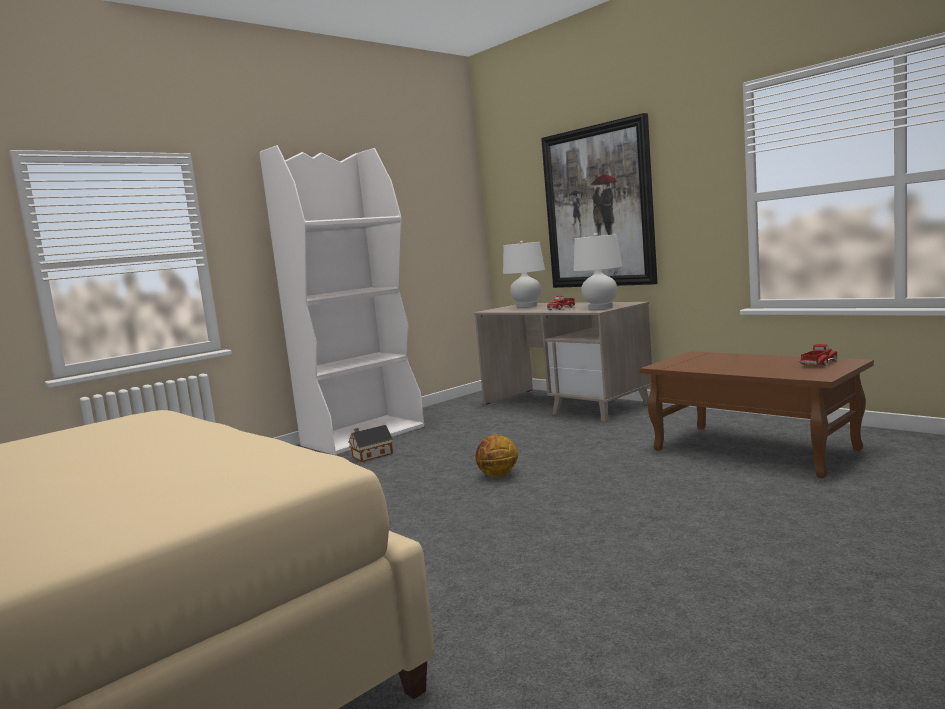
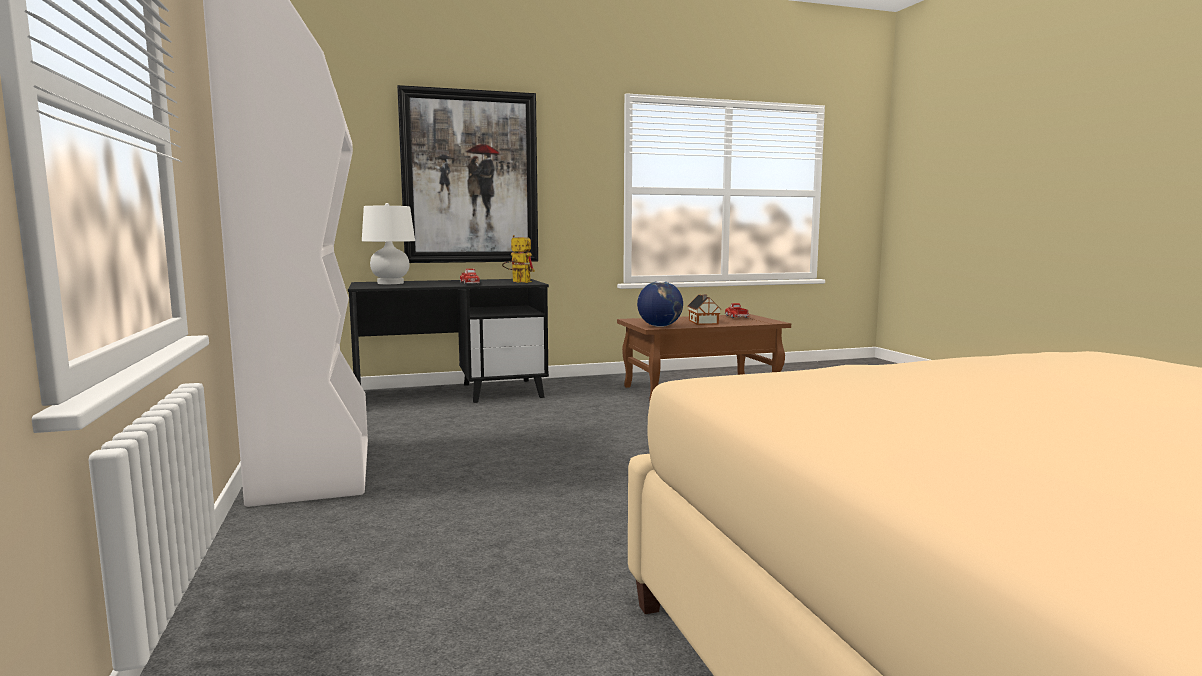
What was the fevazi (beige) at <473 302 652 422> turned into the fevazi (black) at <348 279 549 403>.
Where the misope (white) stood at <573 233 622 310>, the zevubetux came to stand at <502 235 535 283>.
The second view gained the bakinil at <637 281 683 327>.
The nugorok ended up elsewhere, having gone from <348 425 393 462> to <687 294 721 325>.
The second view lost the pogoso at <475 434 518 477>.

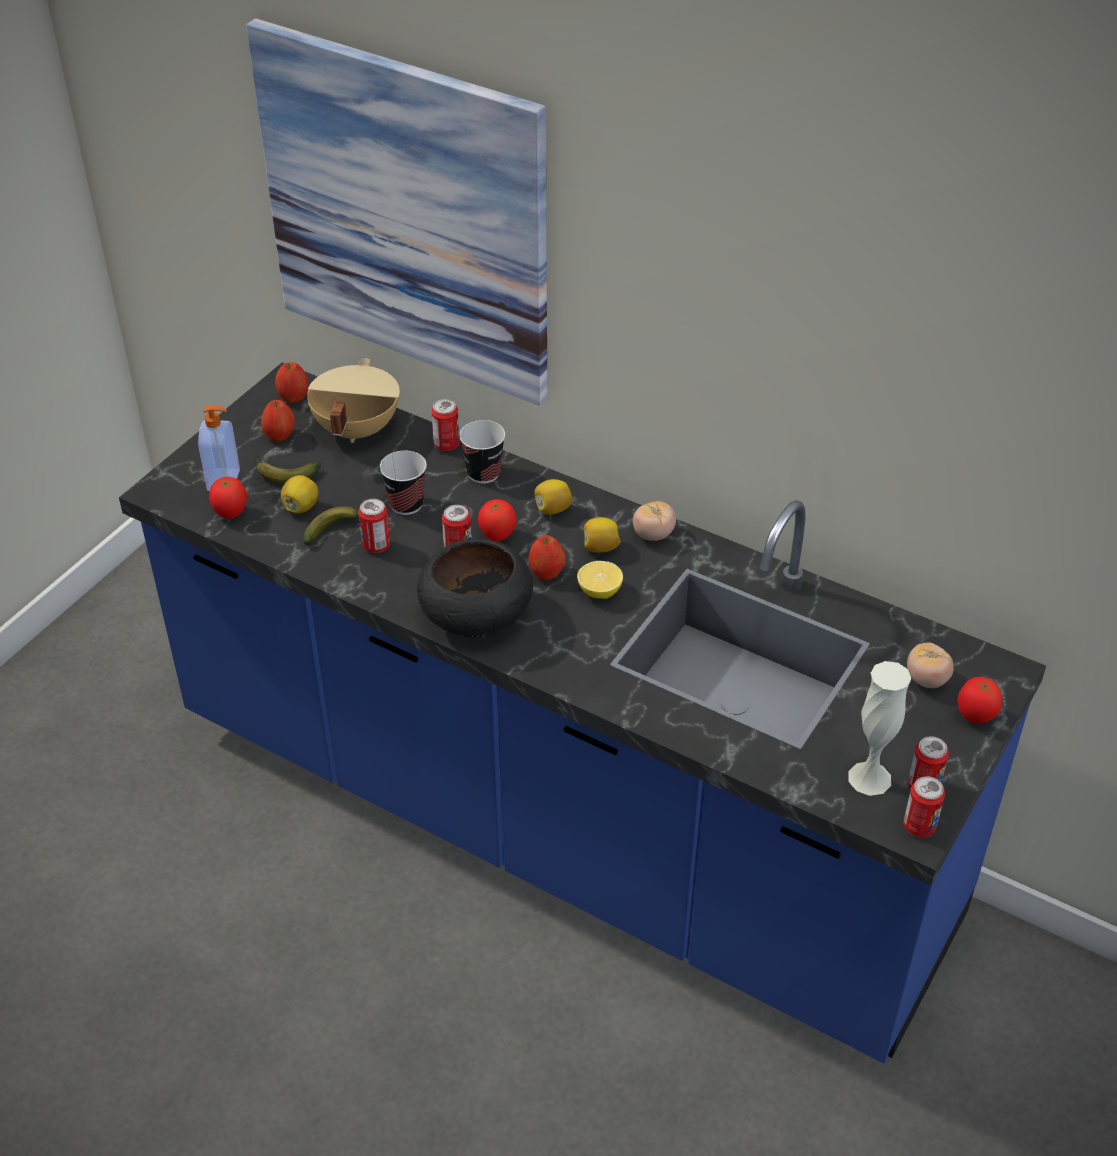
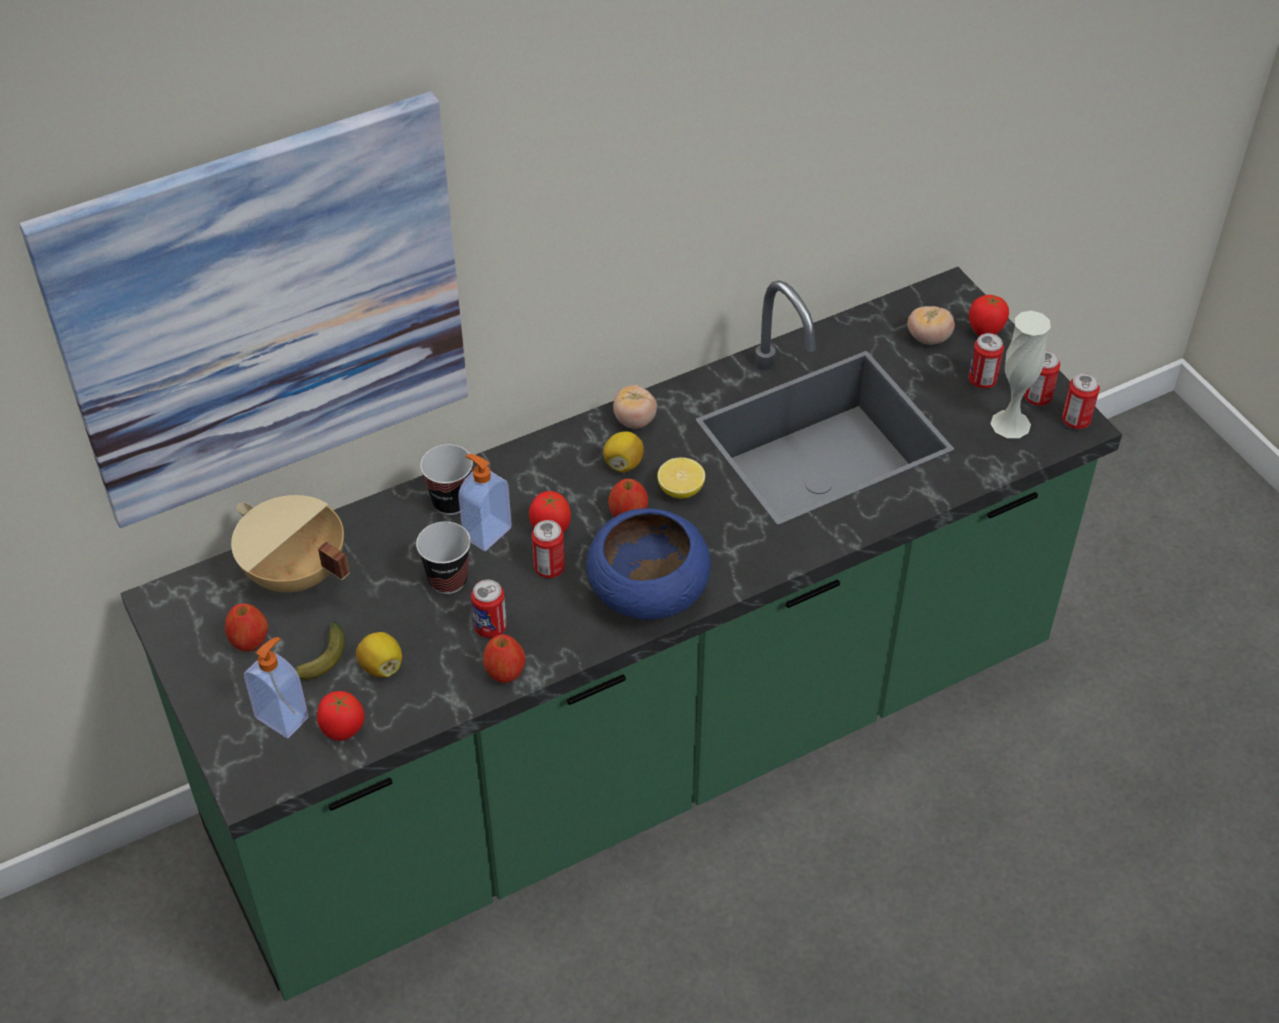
What was the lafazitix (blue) at <119 362 1046 1063> turned into the lafazitix (green) at <120 267 1122 1001>.
The second view gained the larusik at <458 454 512 551>.
The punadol ended up elsewhere, having gone from <275 362 308 403> to <483 634 526 683>.
What was the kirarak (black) at <417 539 533 638> turned into the kirarak (blue) at <586 508 711 620>.
The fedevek ended up elsewhere, having gone from <431 399 460 451> to <969 333 1004 388>.
The second view lost the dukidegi at <303 506 359 545>.
The second view lost the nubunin at <534 479 573 515>.

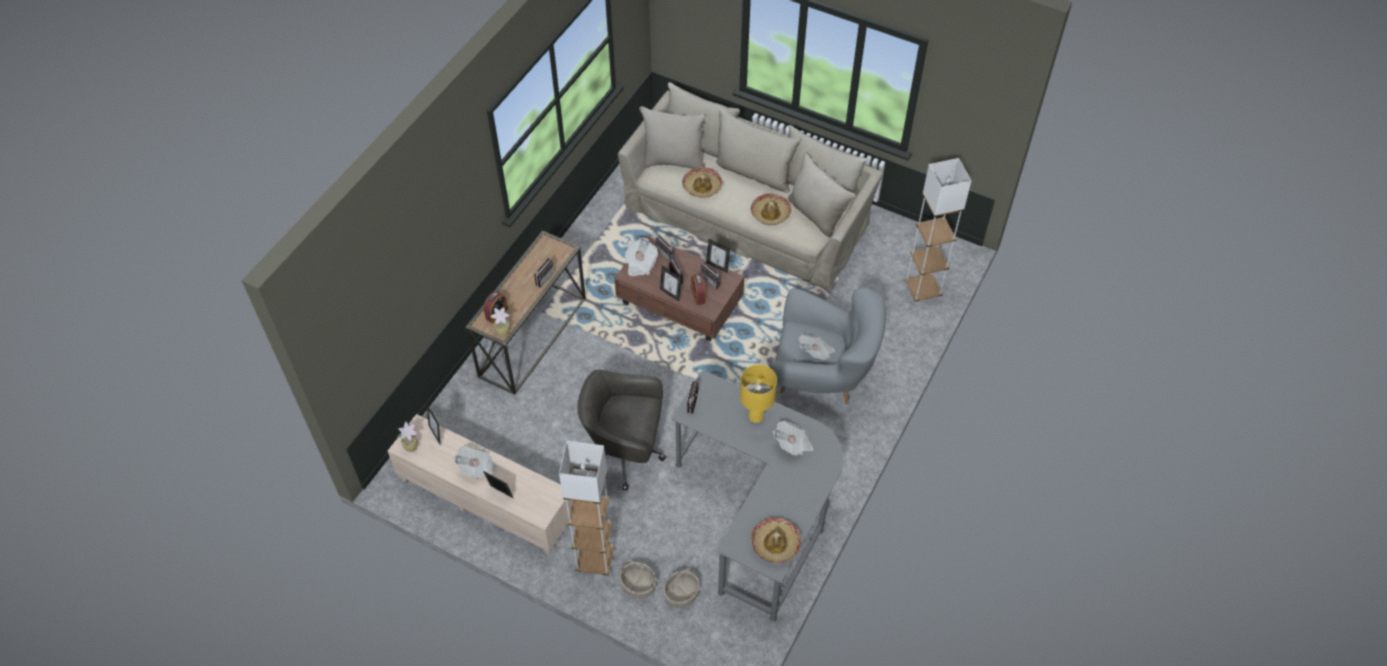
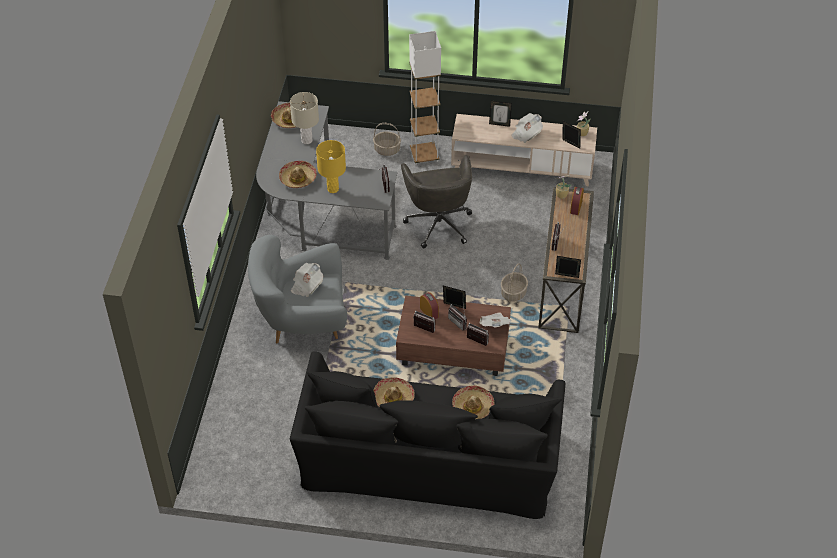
Where the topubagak stood at <773 421 813 456>, the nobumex came to stand at <279 161 317 188>.
The second view gained the misope (beige) at <290 92 319 144>.
What was the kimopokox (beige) at <618 82 883 290> turned into the kimopokox (black) at <290 351 566 519>.
The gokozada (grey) at <578 369 666 491> ended up facing another way, 90 degrees clockwise from before.
The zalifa ended up elsewhere, having gone from <663 567 700 608> to <501 263 528 302>.
The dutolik ended up elsewhere, having gone from <706 239 730 273> to <555 256 581 278>.
The second view lost the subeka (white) at <904 158 971 303>.

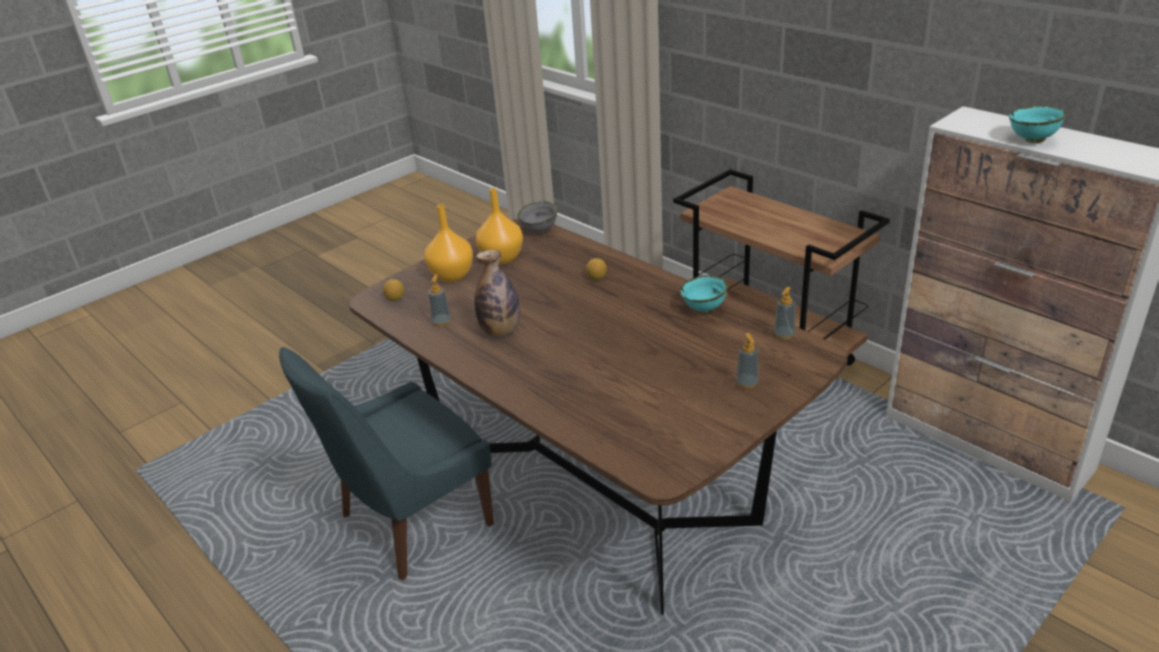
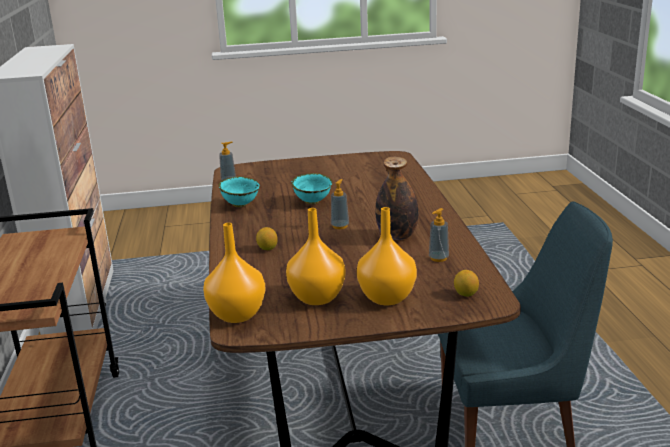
Where the kirarak (grey) stood at <517 201 558 234>, the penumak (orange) came to stand at <203 223 266 323>.
The kirarak (turquoise) ended up elsewhere, having gone from <1009 105 1066 143> to <291 173 332 204>.
The larusik ended up elsewhere, having gone from <736 333 759 389> to <331 179 349 229>.

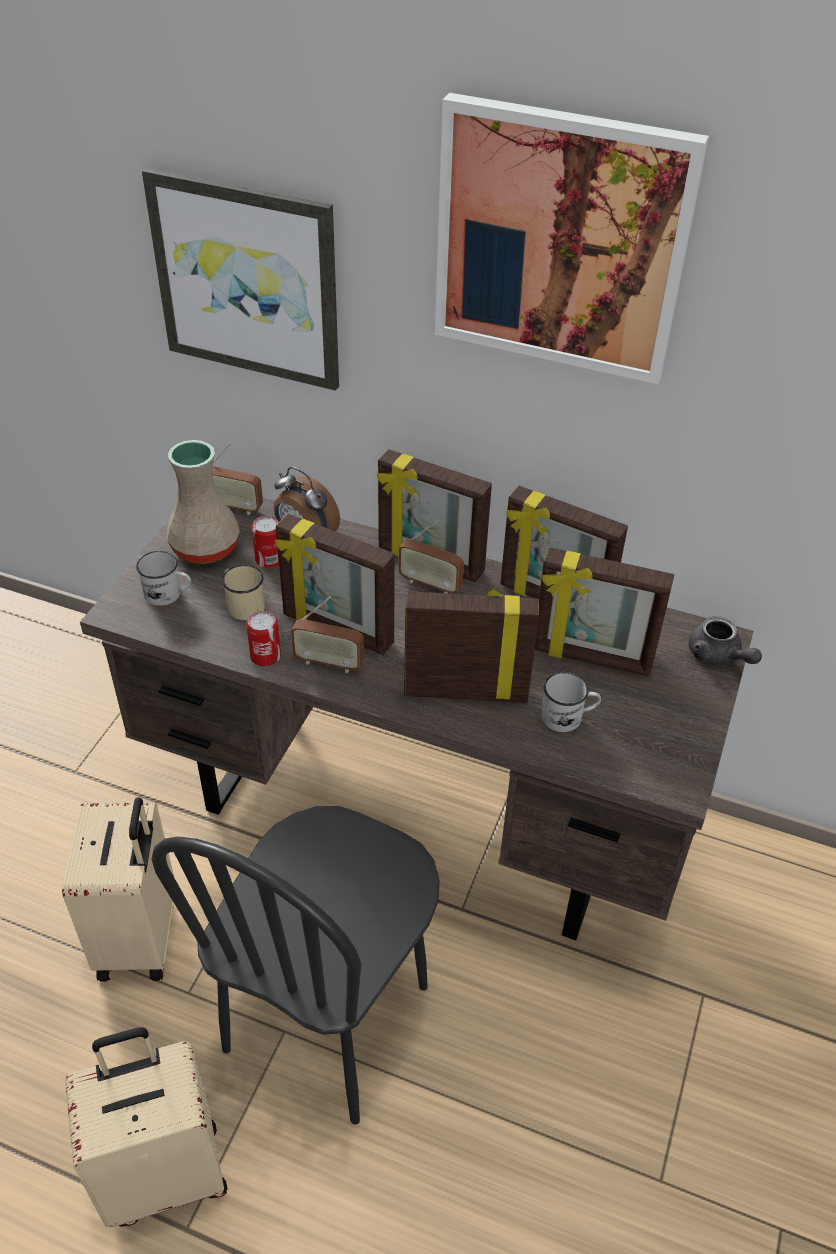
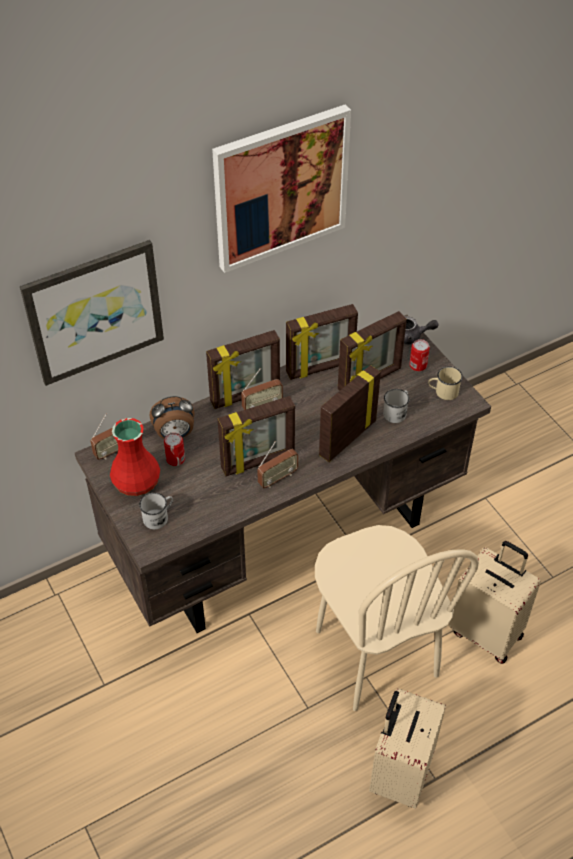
What was the penumak (beige) at <167 440 240 564> turned into the penumak (red) at <110 418 160 496>.
What was the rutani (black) at <151 806 440 1124> turned into the rutani (beige) at <315 525 479 711>.
The fedevek ended up elsewhere, having gone from <246 611 281 666> to <409 339 430 371>.
The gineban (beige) ended up elsewhere, having gone from <222 565 265 620> to <428 366 463 400>.
The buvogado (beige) ended up elsewhere, having gone from <62 797 174 982> to <449 541 541 664>.

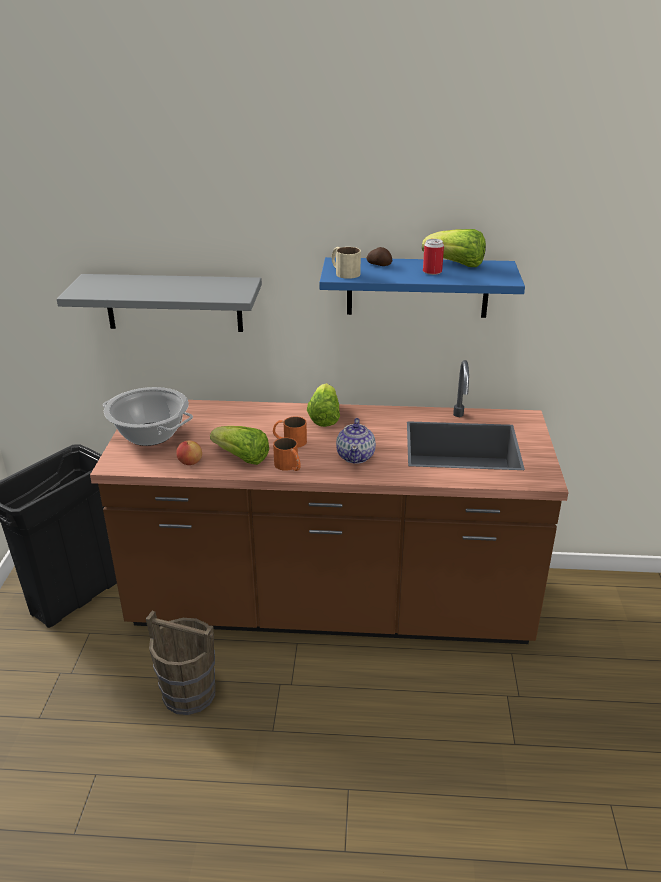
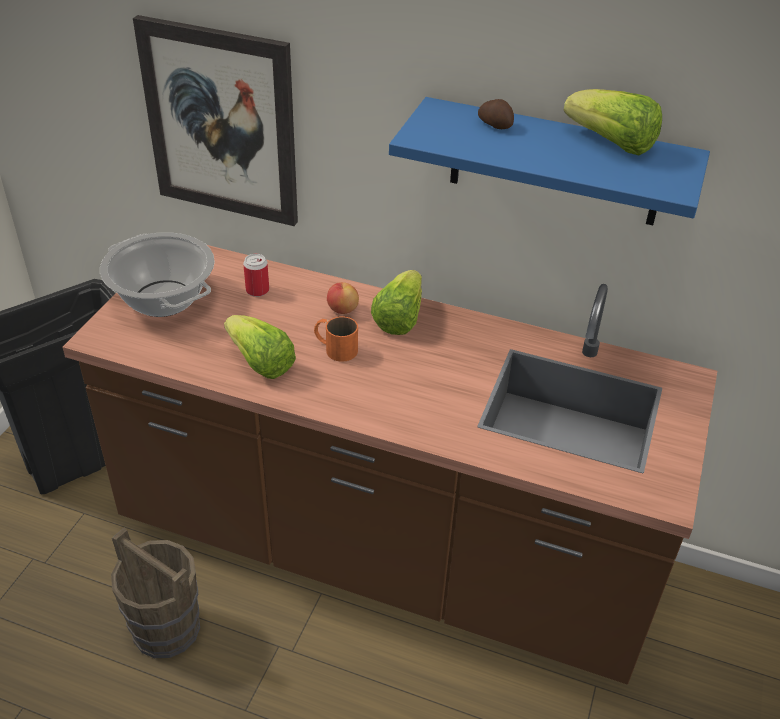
Where the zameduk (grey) hung at <57 274 262 332>, the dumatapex came to hang at <133 15 298 226>.
The fedevek ended up elsewhere, having gone from <423 239 444 275> to <243 254 269 297>.
The punadol ended up elsewhere, having gone from <177 441 202 465> to <327 282 359 314>.
The second view lost the gineban (orange) at <273 438 301 471>.
The second view lost the gineban (beige) at <332 247 361 279>.
The second view lost the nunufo at <336 418 376 464>.

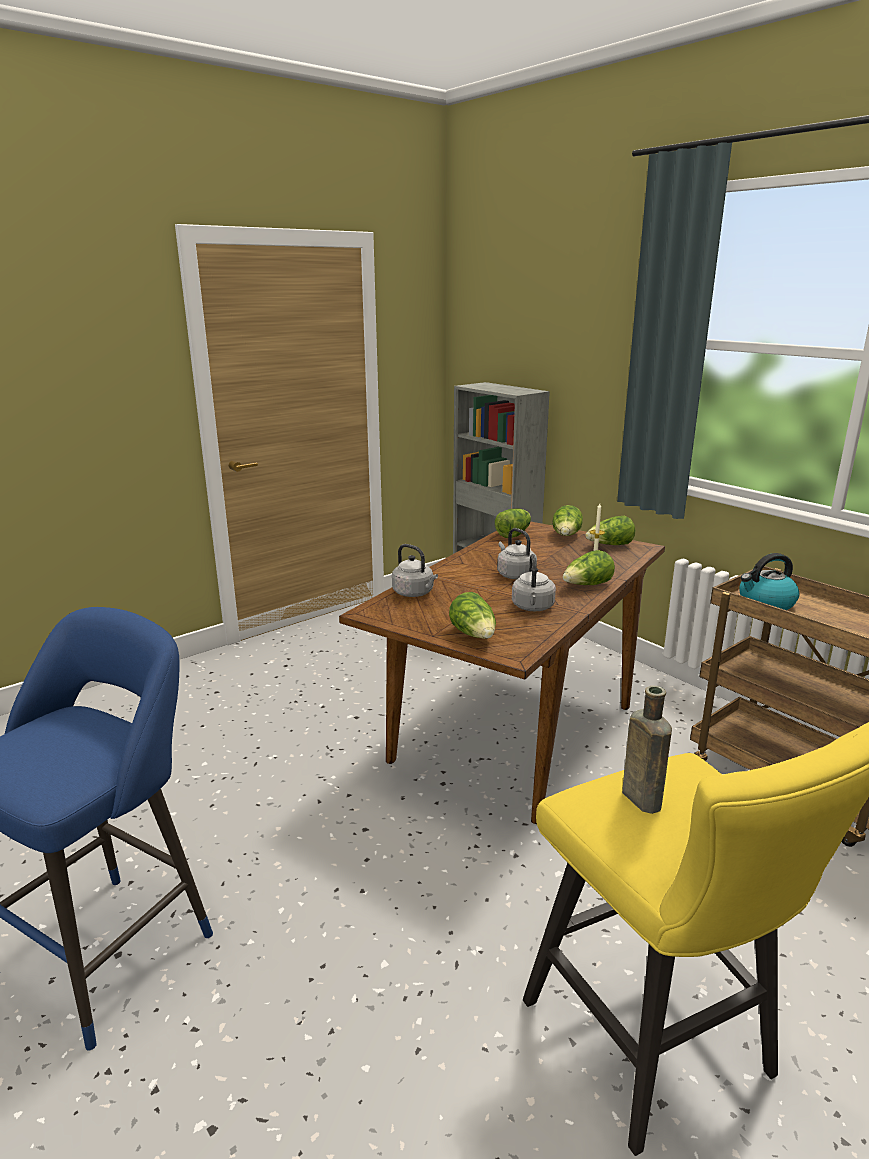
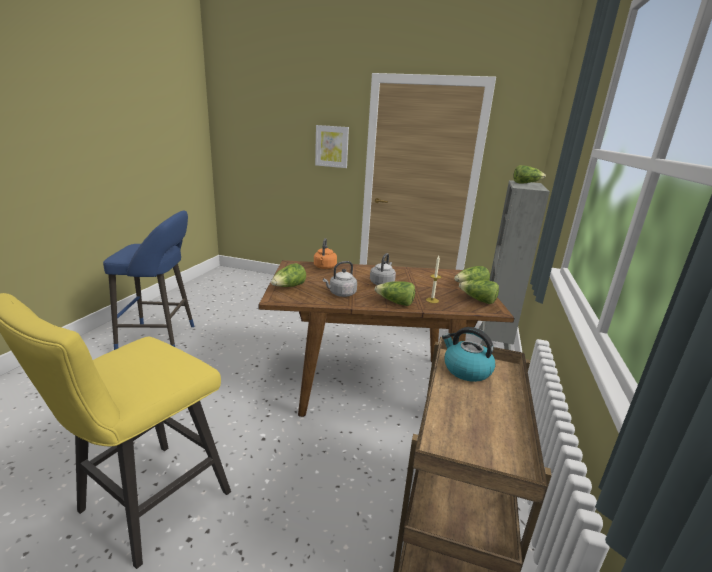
What was the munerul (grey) at <392 544 438 597> turned into the munerul (orange) at <314 238 337 269>.
The second view gained the dumatapex at <315 125 349 168>.
The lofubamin ended up elsewhere, having gone from <495 509 531 538> to <513 165 546 184>.
The second view lost the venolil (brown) at <622 686 672 814>.

